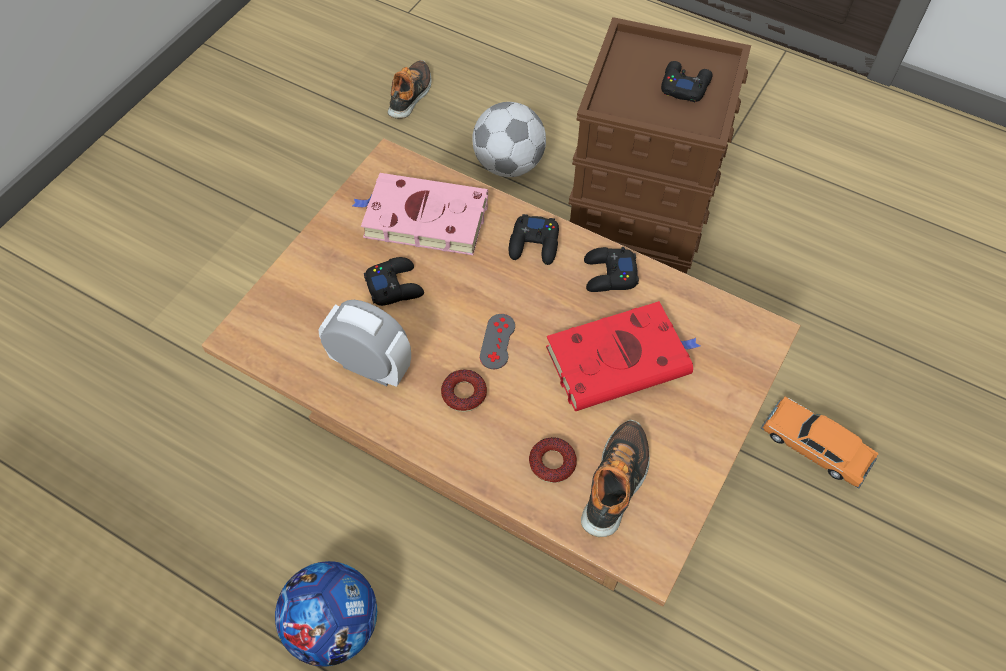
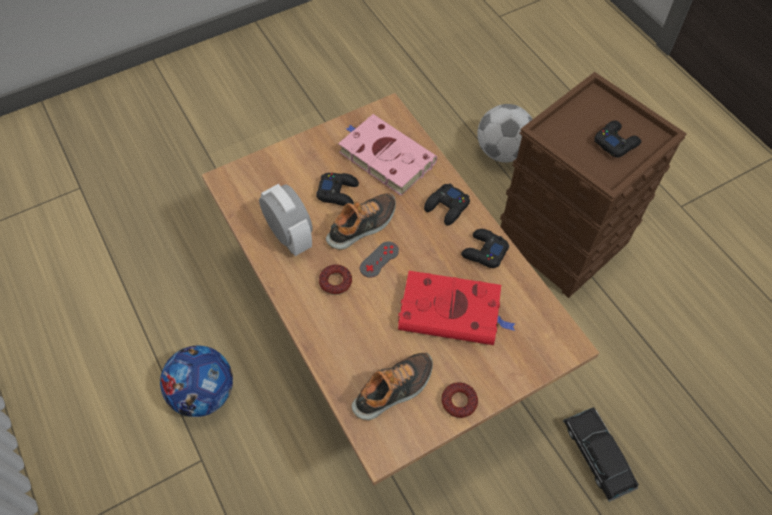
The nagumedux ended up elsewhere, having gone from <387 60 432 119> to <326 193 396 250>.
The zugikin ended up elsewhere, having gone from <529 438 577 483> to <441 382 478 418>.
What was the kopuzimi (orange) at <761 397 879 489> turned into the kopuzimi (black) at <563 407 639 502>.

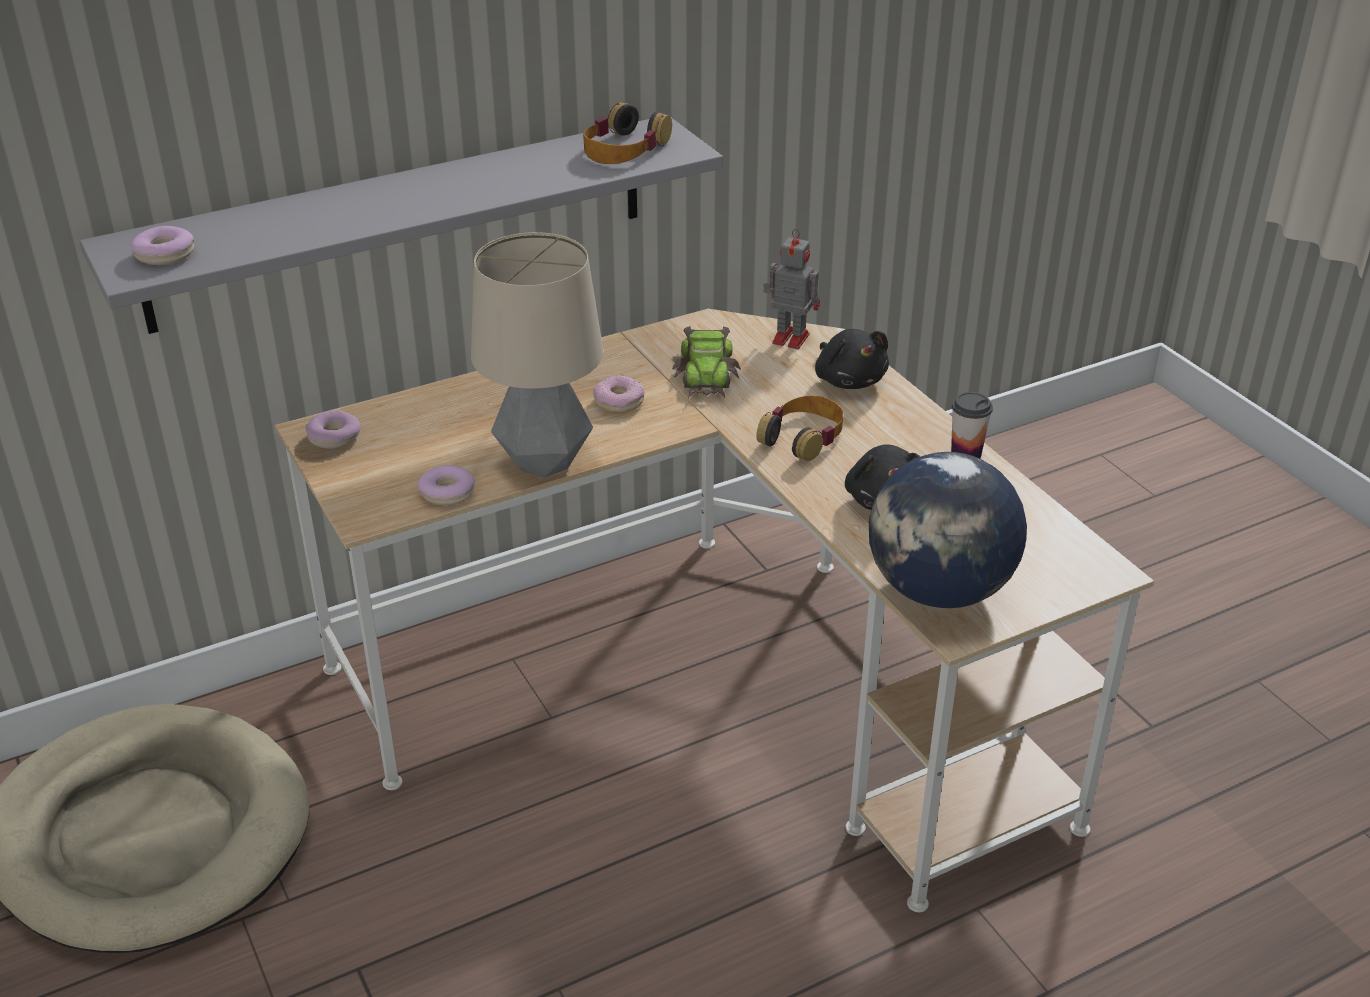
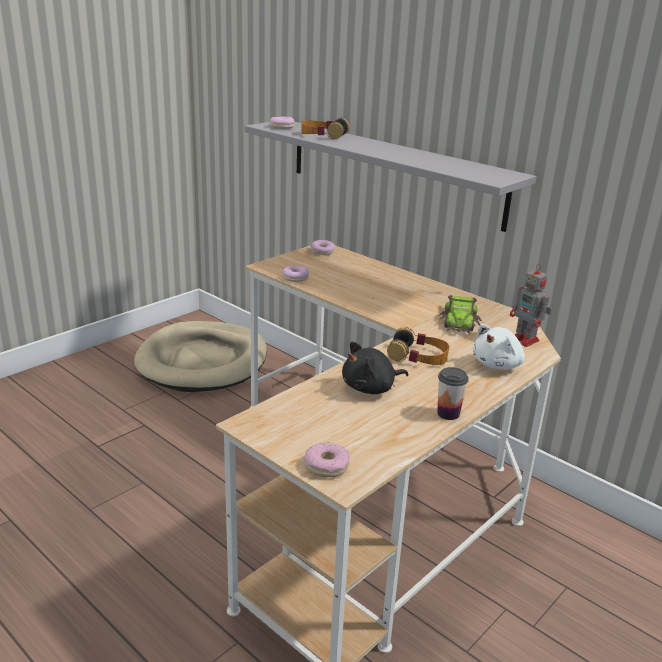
The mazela ended up elsewhere, having gone from <583 103 672 164> to <301 118 350 140>.
The zugikin ended up elsewhere, having gone from <593 375 644 413> to <304 442 350 477>.
The kopuzimi at <672 326 741 398> ended up facing another way, 60 degrees counterclockwise from before.
What was the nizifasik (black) at <815 329 889 389> turned into the nizifasik (white) at <473 324 525 370>.
The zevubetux at <763 229 820 349> ended up facing another way, 135 degrees clockwise from before.
The second view lost the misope at <471 232 603 477>.
The second view lost the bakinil at <869 452 1027 608>.

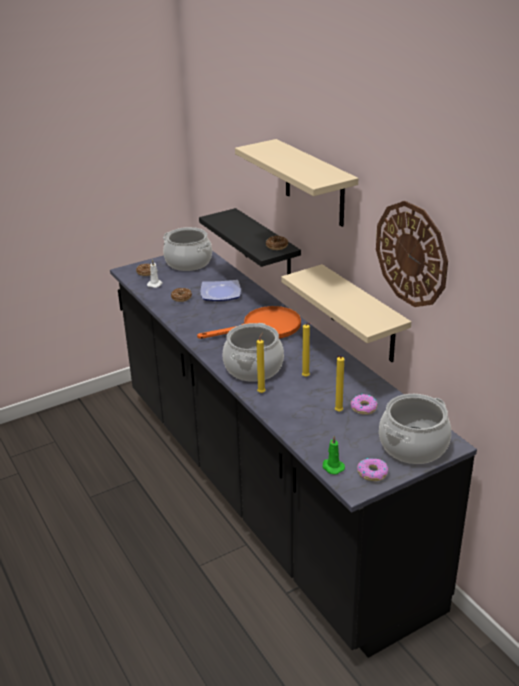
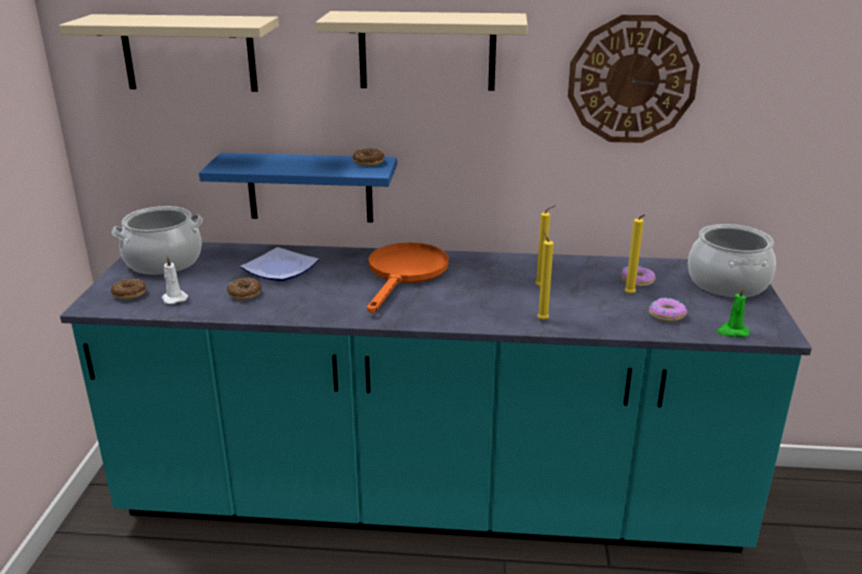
The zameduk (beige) ended up elsewhere, having gone from <281 264 411 362> to <59 14 279 92>.
What was the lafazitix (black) at <110 251 477 658> turned into the lafazitix (turquoise) at <60 242 812 553>.
What was the zameduk (black) at <199 208 301 288> turned into the zameduk (blue) at <199 153 397 223>.
The zugikin ended up elsewhere, having gone from <357 458 388 481> to <649 298 687 322>.
The second view lost the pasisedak at <223 323 284 382>.

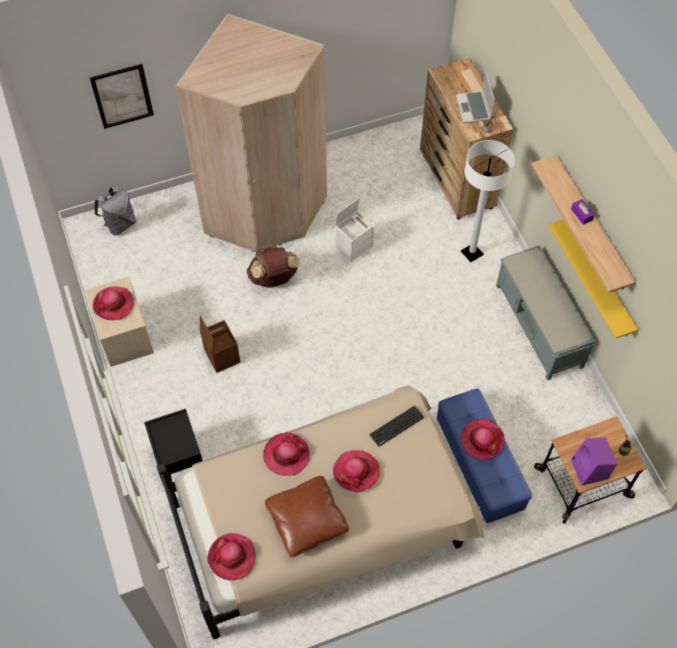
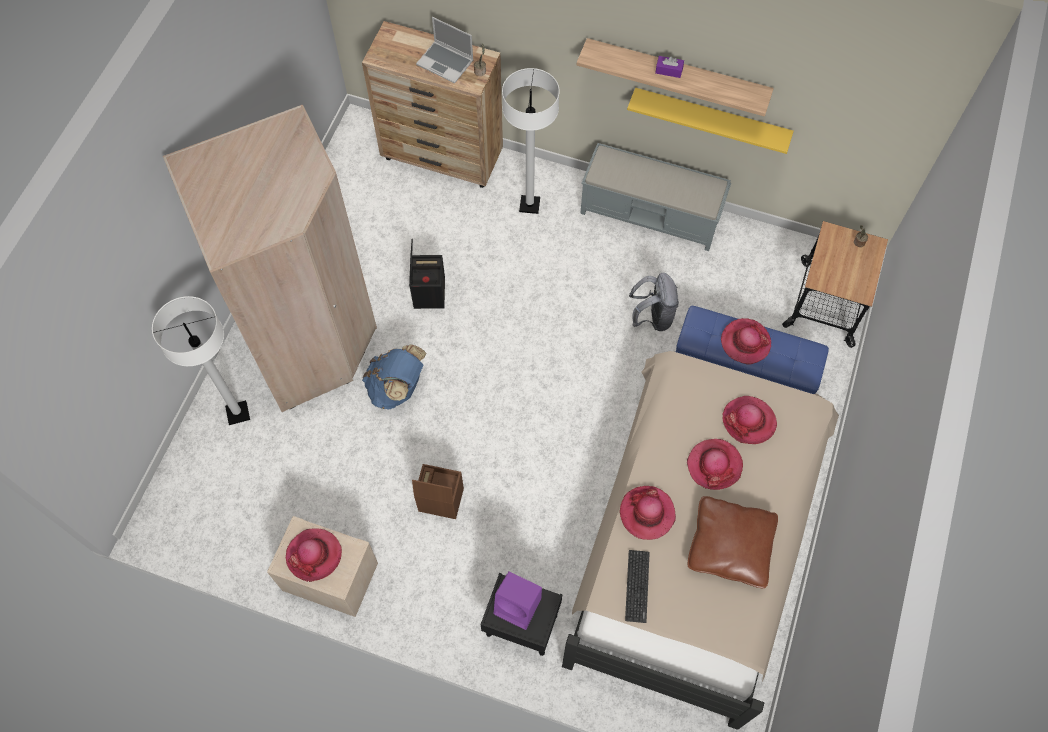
The second view gained the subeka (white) at <152 296 250 425>.
What was the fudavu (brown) at <247 245 299 288> turned into the fudavu (blue) at <362 344 426 409>.
What was the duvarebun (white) at <335 197 374 262> turned into the duvarebun (black) at <409 239 445 309>.
The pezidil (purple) ended up elsewhere, having gone from <571 438 617 486> to <494 571 542 630>.
The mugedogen ended up elsewhere, having gone from <369 405 424 447> to <625 550 650 623>.
The fudavu (grey) ended up elsewhere, having gone from <94 186 136 235> to <629 273 679 331>.
The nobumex ended up elsewhere, having gone from <207 533 256 580> to <723 396 777 444>.
The second view lost the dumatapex at <90 64 154 129>.

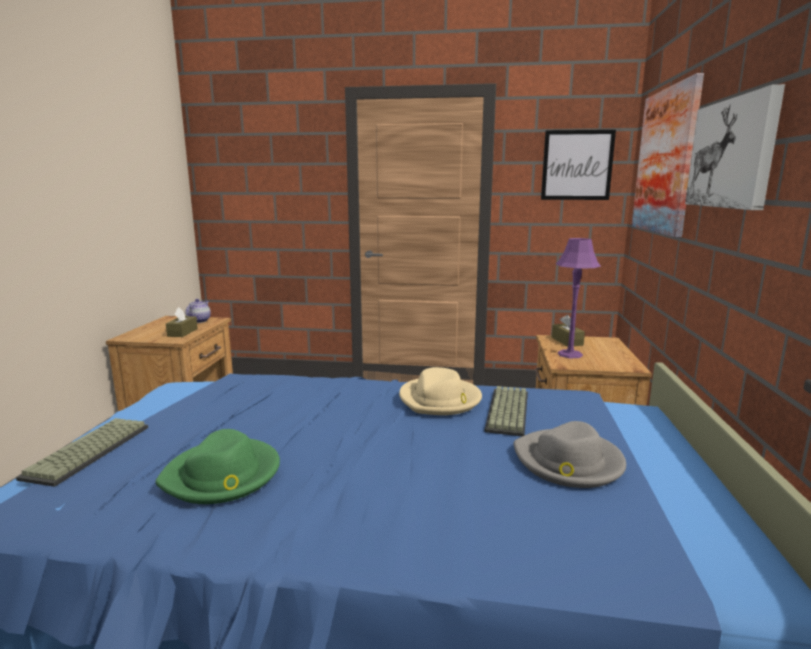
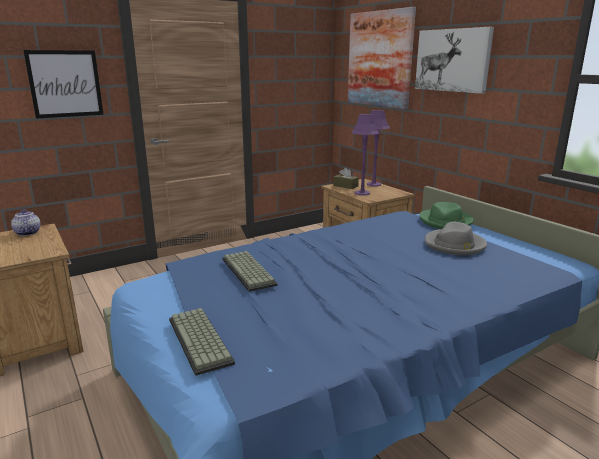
The dumatapex ended up elsewhere, having gone from <541 130 616 200> to <23 50 104 119>.
The mugedogen ended up elsewhere, having gone from <484 386 528 436> to <222 251 277 292>.
The second view gained the misope (purple) at <367 110 390 187>.
The nobumex (green) ended up elsewhere, having gone from <156 429 280 504> to <419 202 474 229>.
The second view lost the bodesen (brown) at <166 307 198 337>.
The second view lost the nobumex (beige) at <399 367 482 415>.

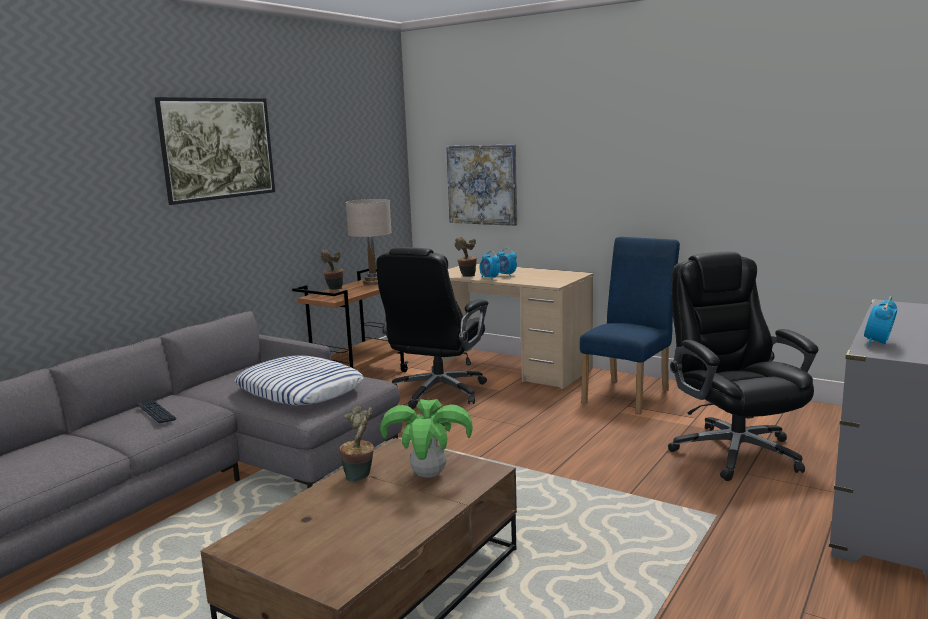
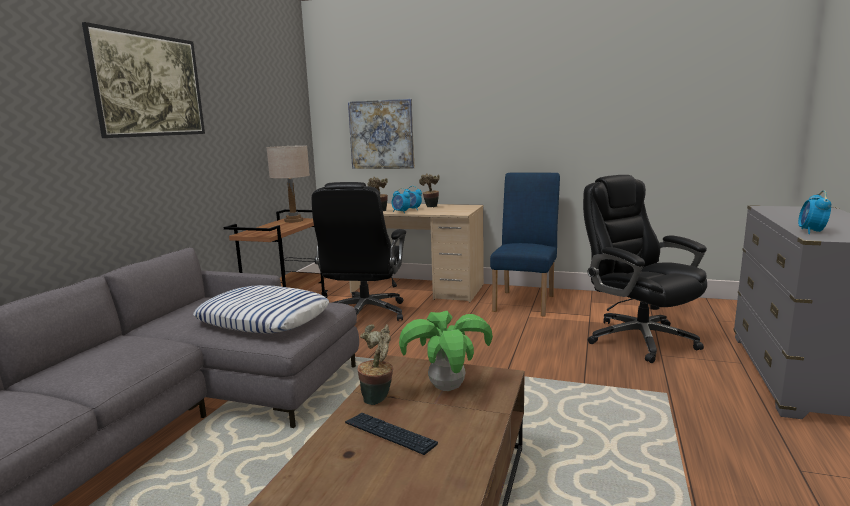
The mugedogen ended up elsewhere, having gone from <136 400 177 423> to <345 413 438 455>.
The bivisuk ended up elsewhere, having gone from <321 249 343 290> to <419 173 440 207>.

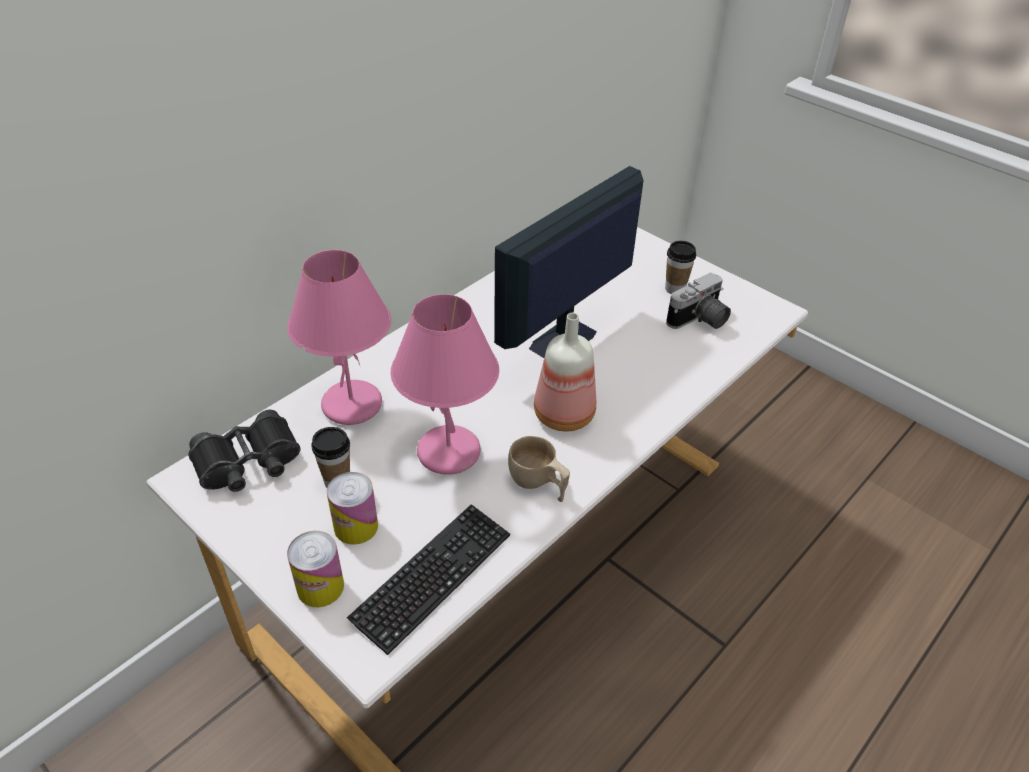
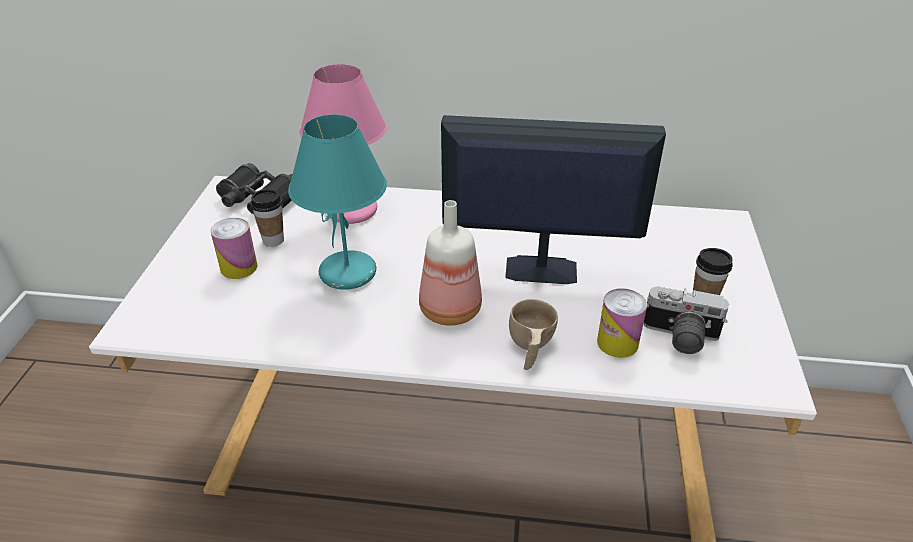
What was the misope (pink) at <391 294 499 475> turned into the misope (turquoise) at <288 114 387 290>.
The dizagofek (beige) ended up elsewhere, having gone from <508 436 570 502> to <509 299 558 370>.
The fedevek ended up elsewhere, having gone from <287 531 344 607> to <597 288 647 358>.
The second view lost the mugedogen at <347 504 510 655>.

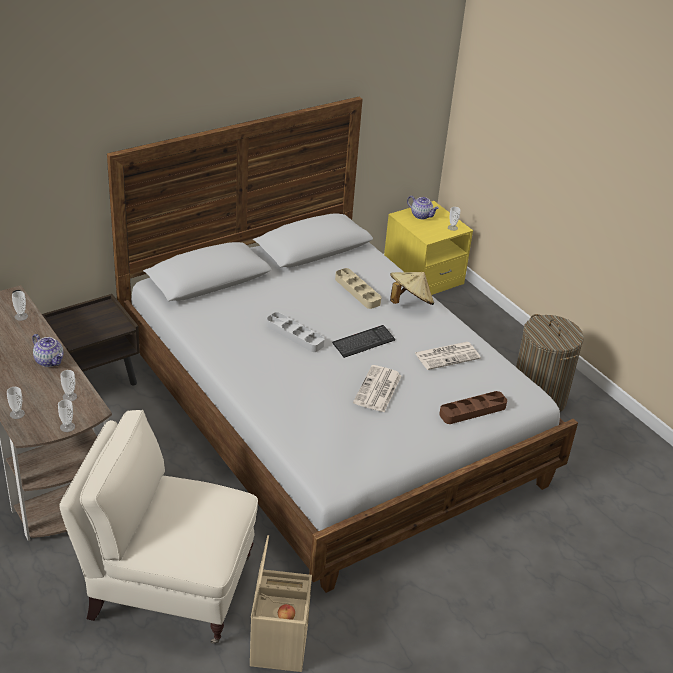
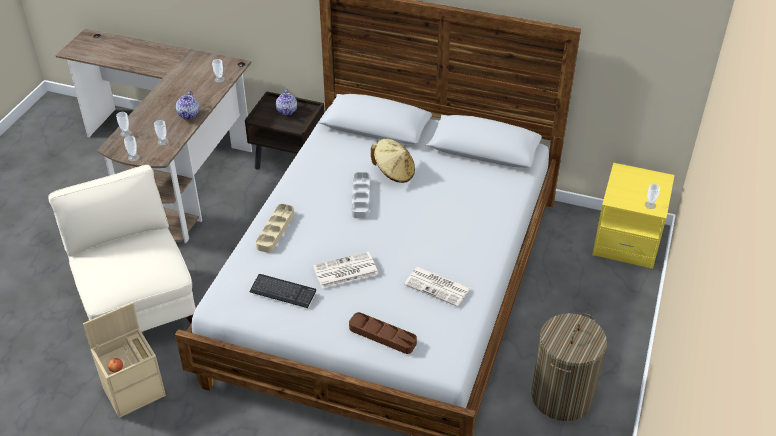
The mugedogen ended up elsewhere, having gone from <332 325 395 358> to <250 274 316 308>.
The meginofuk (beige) ended up elsewhere, having gone from <335 268 381 309> to <256 204 294 253>.
The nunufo ended up elsewhere, having gone from <407 196 439 219> to <276 89 297 116>.
The nobumex (beige) ended up elsewhere, having gone from <390 272 434 305> to <371 138 415 183>.

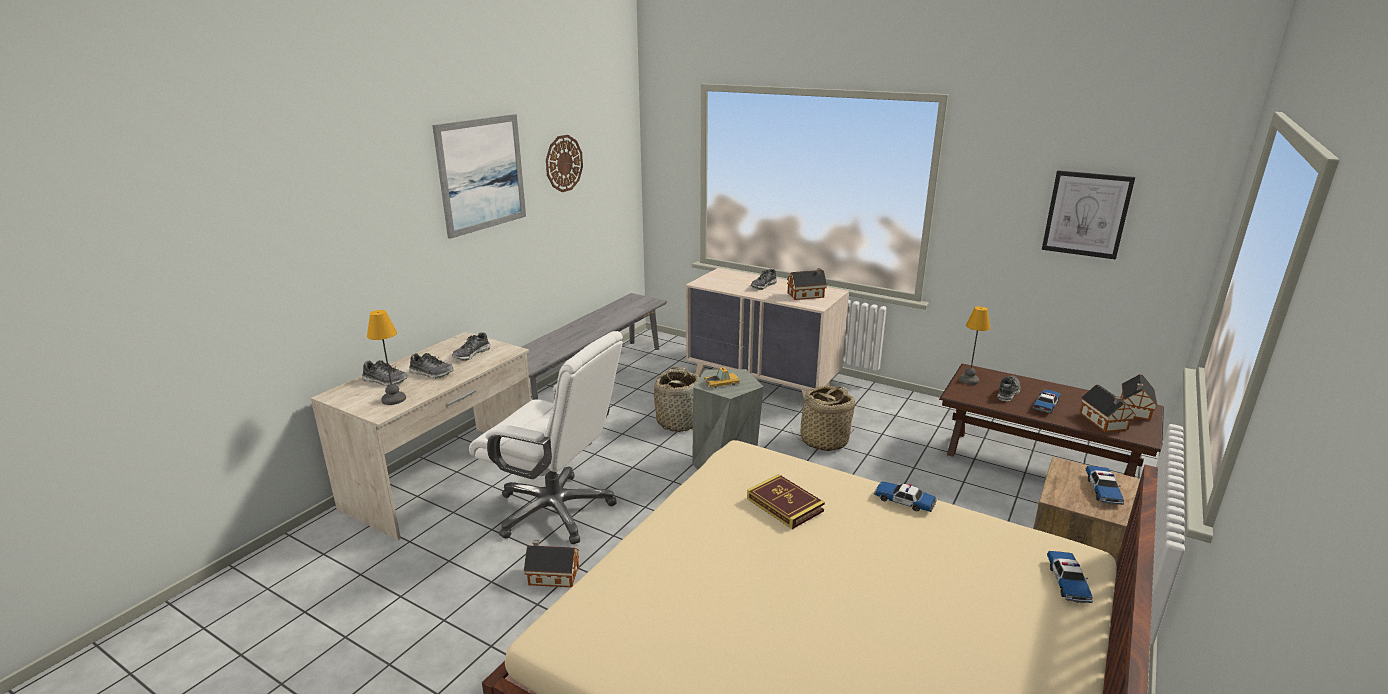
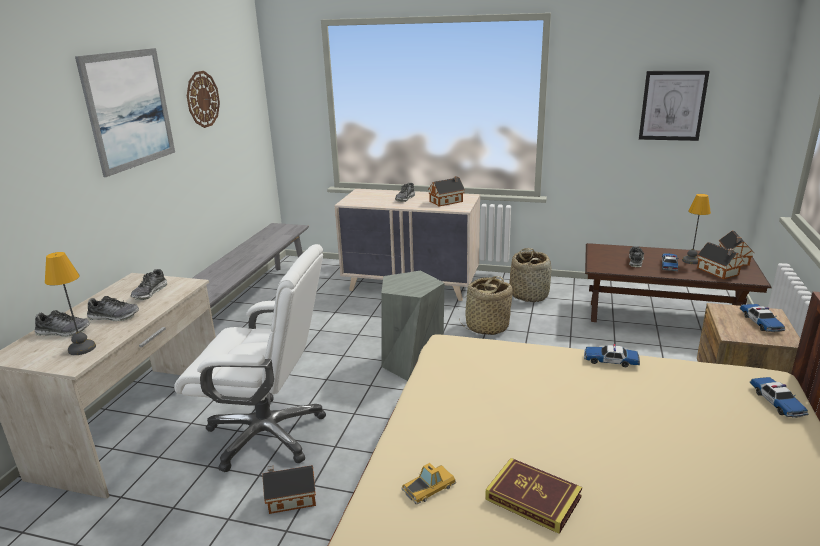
The kopuzimi ended up elsewhere, having gone from <704 367 740 388> to <401 463 456 504>.
The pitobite ended up elsewhere, having gone from <747 474 825 529> to <485 458 582 534>.
The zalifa ended up elsewhere, having gone from <654 367 699 432> to <509 248 552 302>.
The misope ended up elsewhere, having gone from <959 306 990 385> to <682 194 711 264>.

